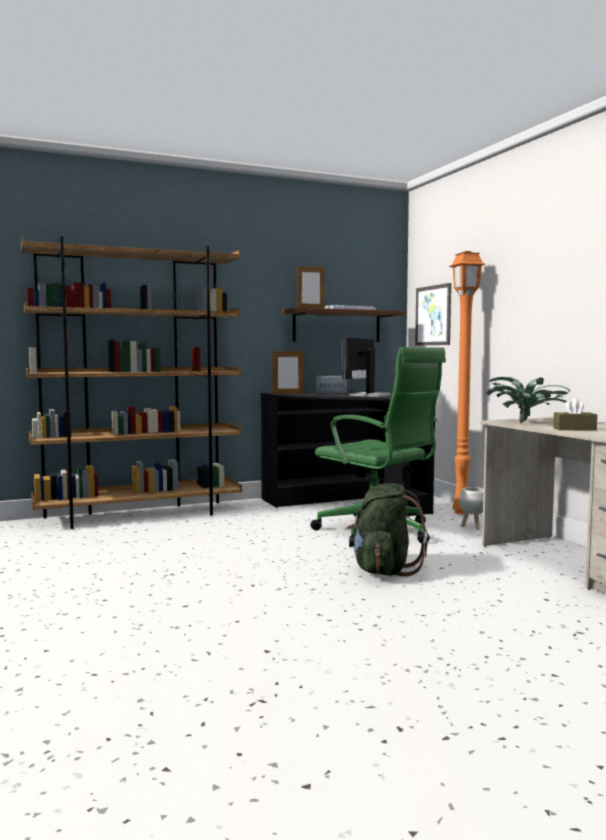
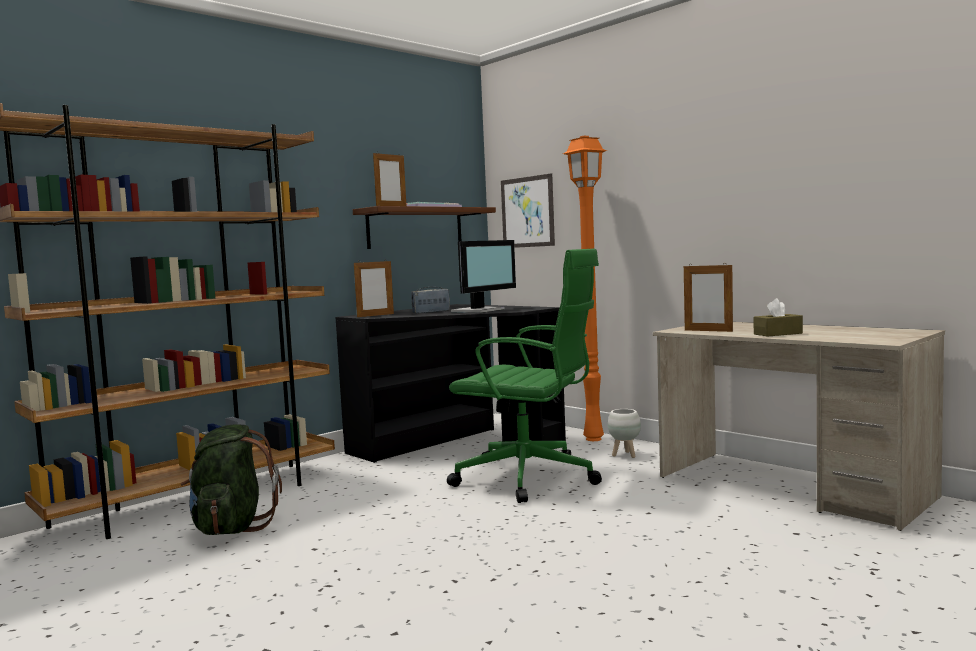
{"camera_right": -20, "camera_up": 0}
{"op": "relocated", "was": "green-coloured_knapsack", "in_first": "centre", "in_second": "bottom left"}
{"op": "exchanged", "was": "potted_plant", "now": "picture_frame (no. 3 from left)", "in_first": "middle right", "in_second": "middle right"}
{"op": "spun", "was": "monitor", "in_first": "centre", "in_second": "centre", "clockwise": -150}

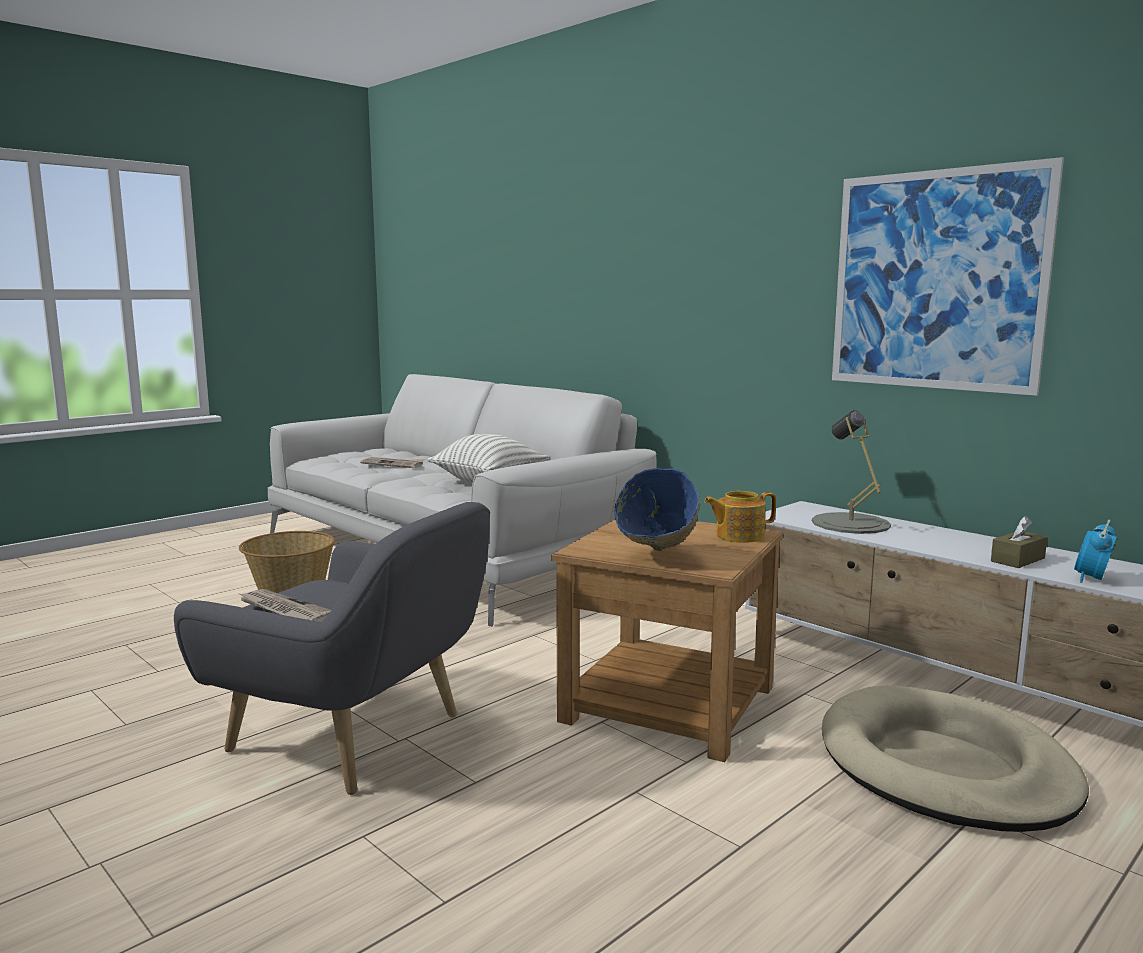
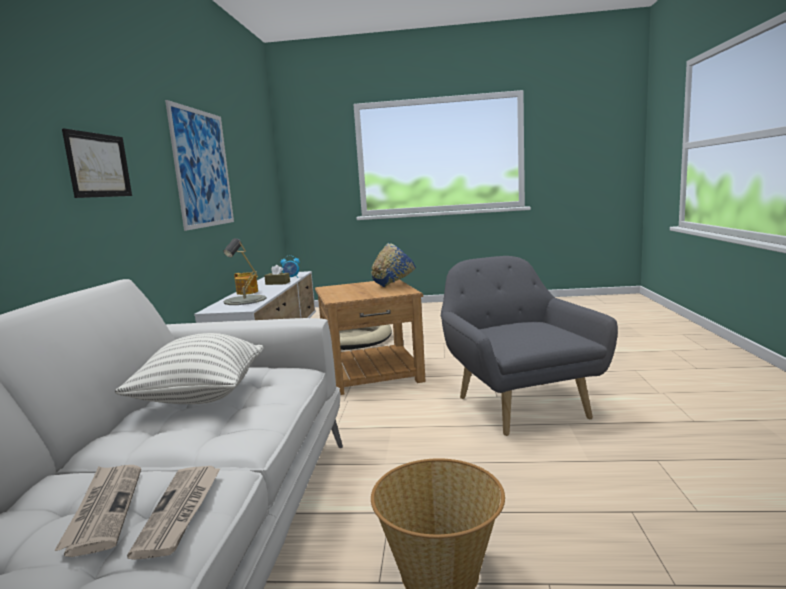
{"camera_right": -130, "camera_up": 0}
{"op": "appeared", "now": "wall_art (no. 1 from left)", "in_second": "top left"}
{"op": "relocated", "was": "daily_paper (no. 1 from left in the first image)", "now": "daily_paper (no. 2 from left)", "in_first": "middle left", "in_second": "bottom left"}
{"op": "relocated", "was": "pot_for_tea", "in_first": "centre", "in_second": "middle left"}

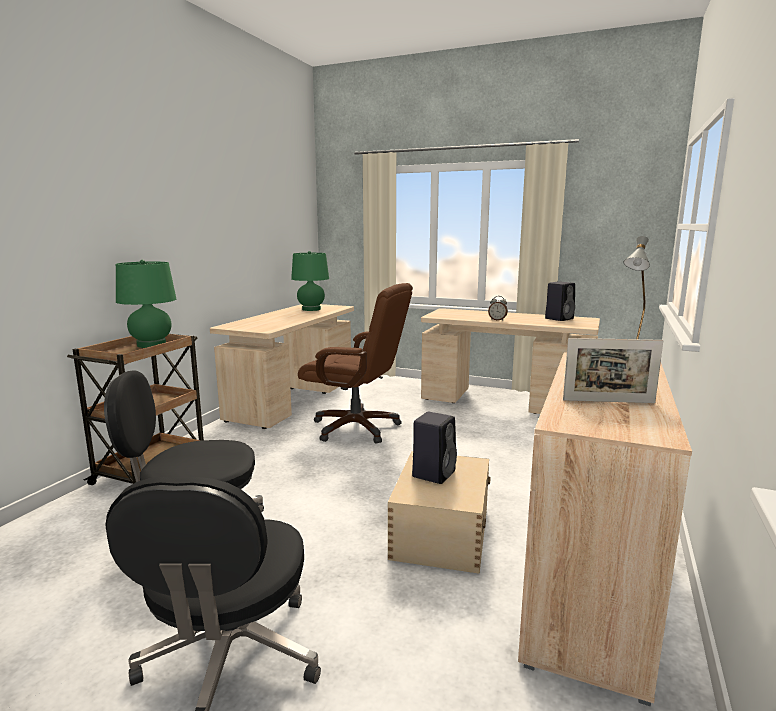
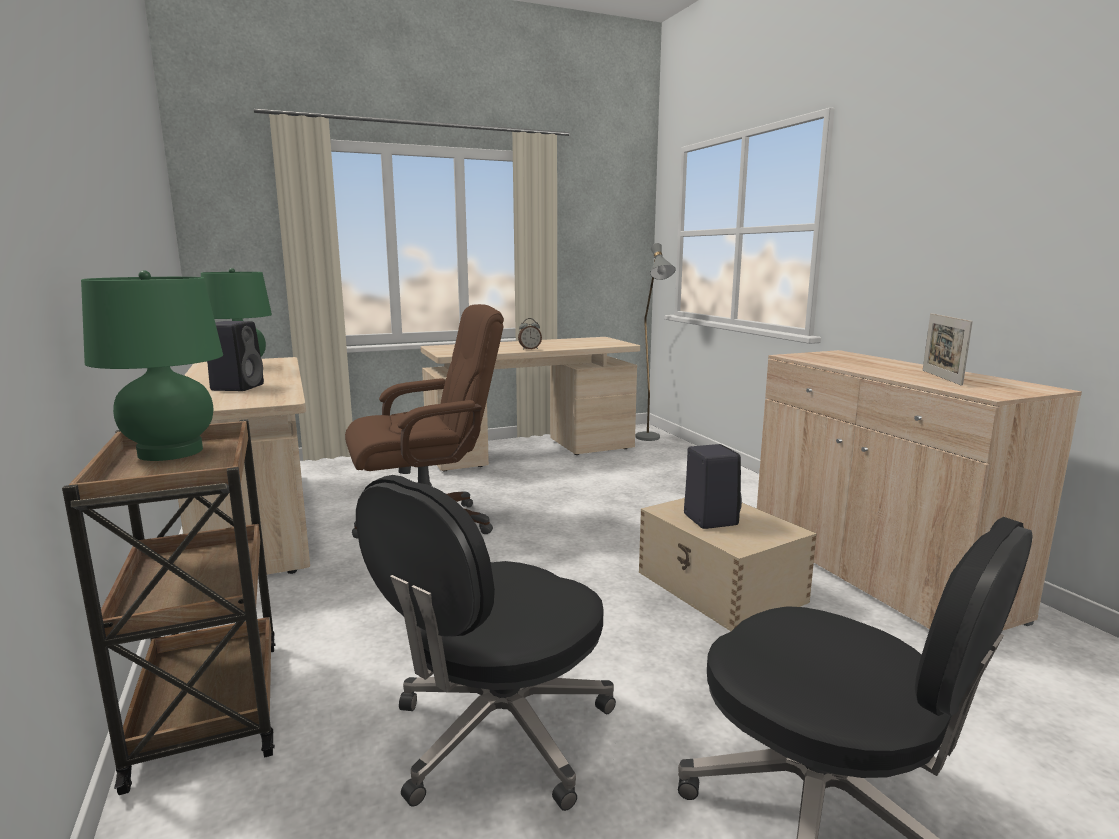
{"camera_right": -45, "camera_up": 0}
{"op": "relocated", "was": "black-coloured_audio_speaker (no. 2 from left in the first image)", "now": "black-coloured_audio_speaker (no. 1 from left)", "in_first": "middle right", "in_second": "middle left"}
{"op": "spun", "was": "picture_frame", "in_first": "middle right", "in_second": "middle right", "clockwise": 135}

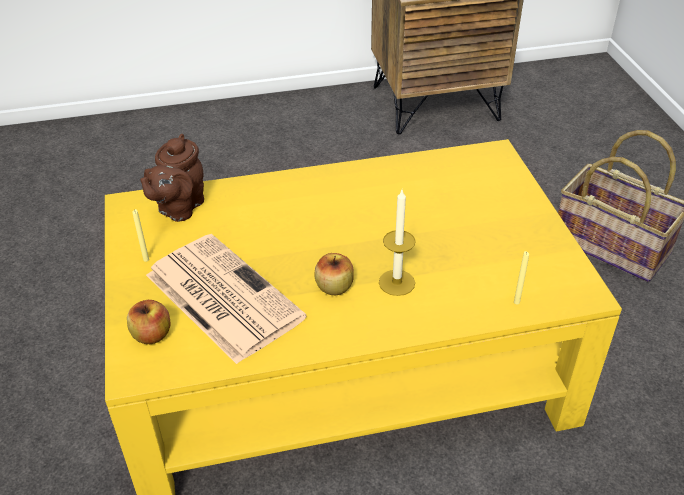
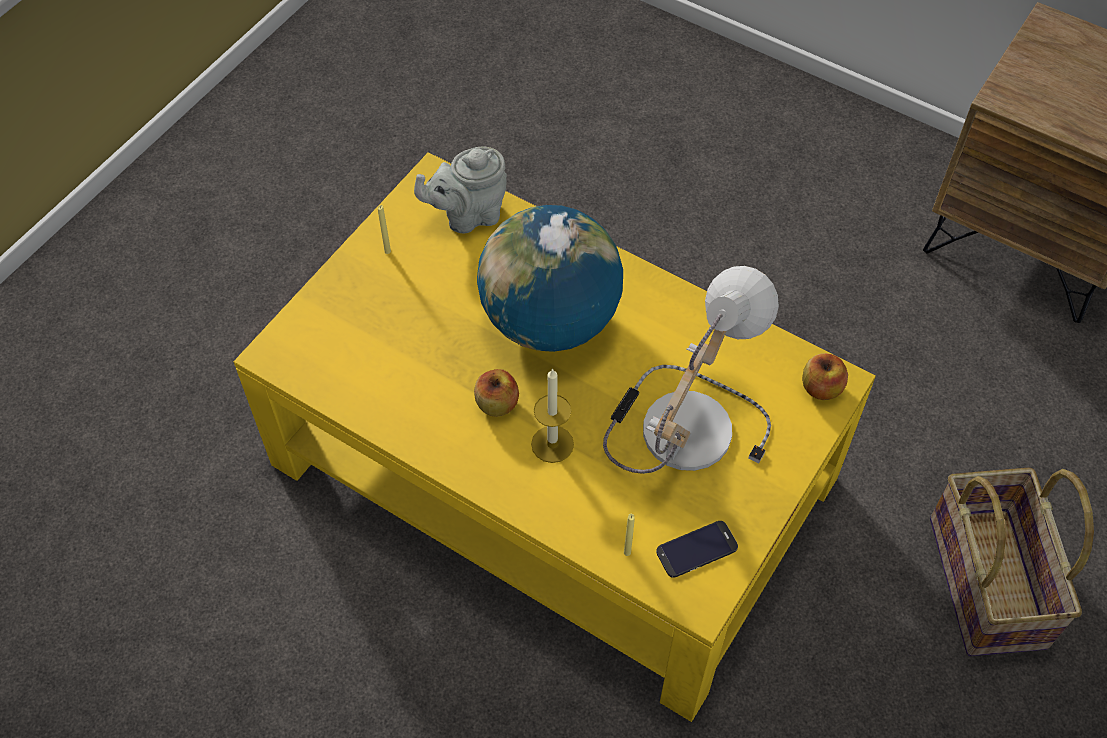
{"camera_right": 45, "camera_up": 15}
{"op": "missing", "was": "daily_paper", "in_first": "middle left"}
{"op": "appeared", "now": "globe", "in_second": "centre"}
{"op": "appeared", "now": "tabletop_lamp", "in_second": "centre"}
{"op": "appeared", "now": "phone", "in_second": "bottom centre"}
{"op": "relocated", "was": "apple_fruit (no. 1 from left in the first image)", "now": "apple_fruit (no. 2 from left)", "in_first": "middle left", "in_second": "middle right"}
{"op": "colour", "was": "brown-coloured_pot_for_tea", "now": "gray_pot_for_tea", "in_first": "middle left", "in_second": "top centre"}

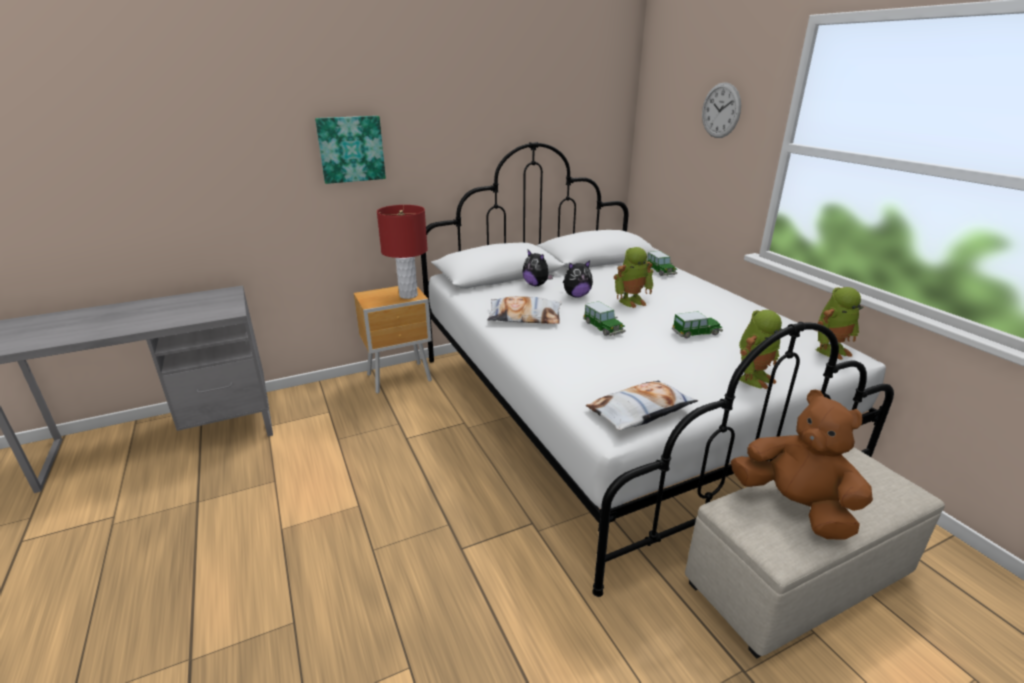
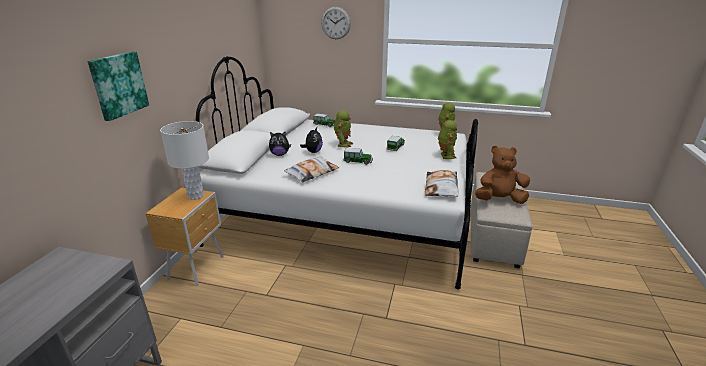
{"camera_right": -50, "camera_up": 0}
{"op": "colour", "was": "reddish_tabletop_lamp", "now": "white_tabletop_lamp", "in_first": "centre", "in_second": "middle left"}

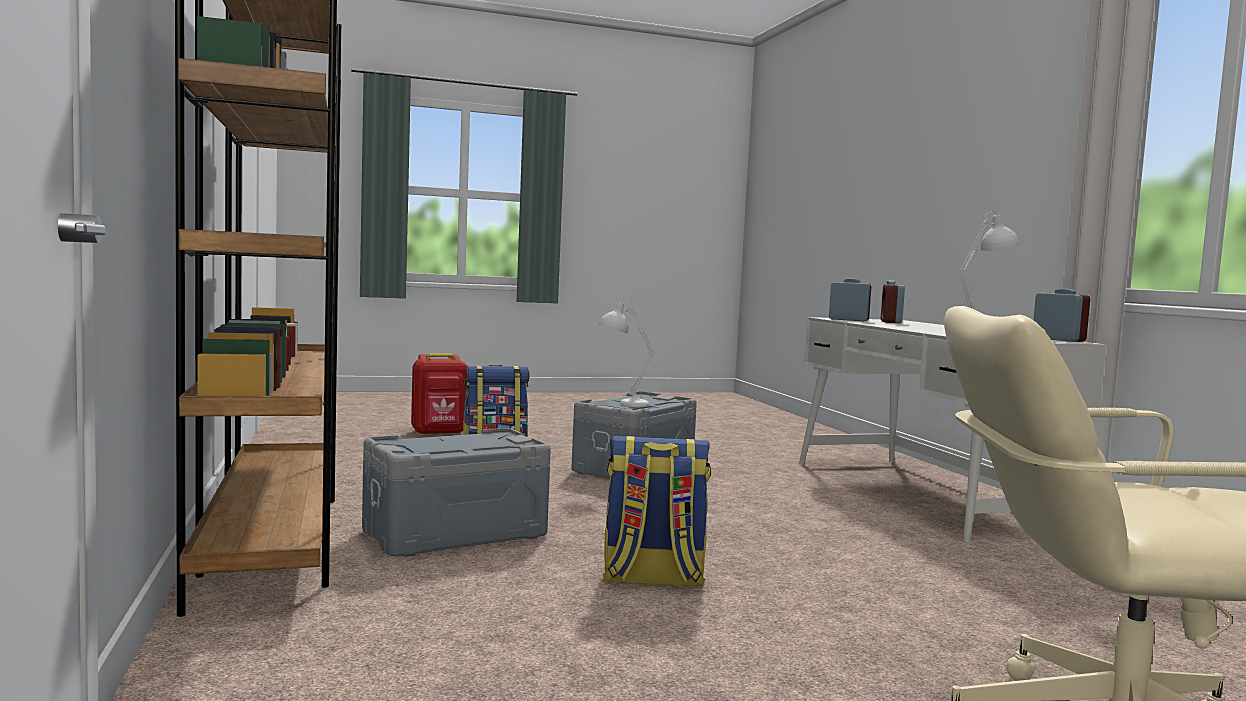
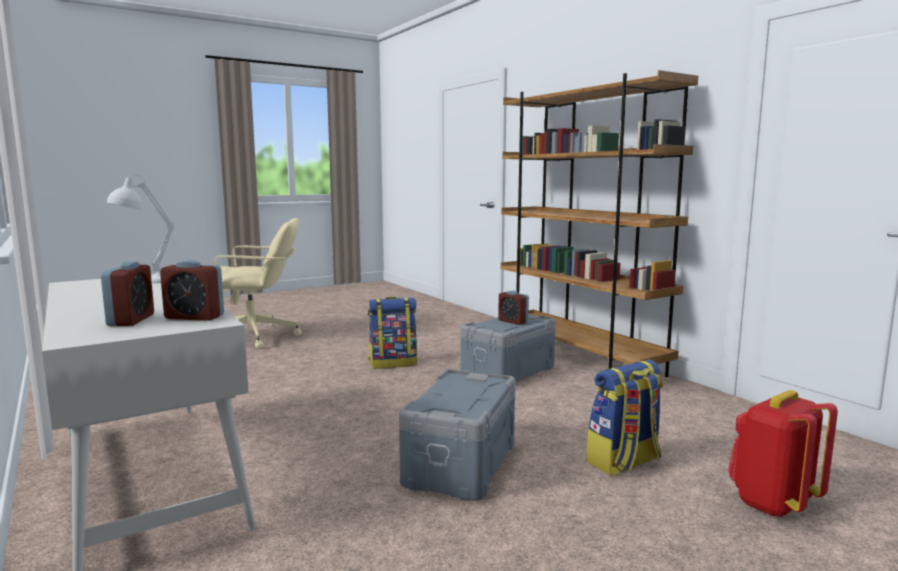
{"camera_right": 165, "camera_up": 5}
{"op": "missing", "was": "white_tabletop_lamp (no. 1 from left)", "in_first": "centre"}
{"op": "relocated", "was": "table_clock (no. 3 from left)", "in_first": "middle right", "in_second": "centre"}

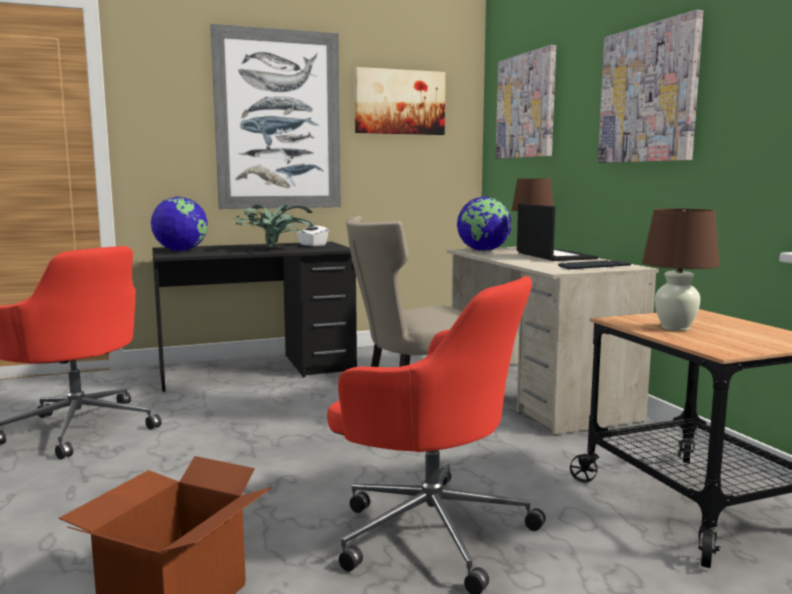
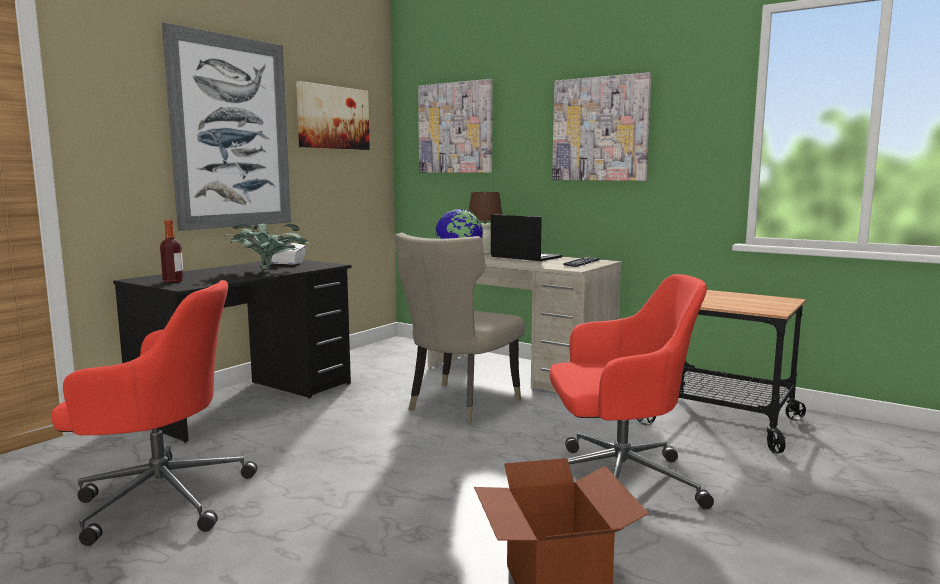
{"camera_right": -35, "camera_up": 0}
{"op": "missing", "was": "brown-coloured_tabletop_lamp (no. 2 from left)", "in_first": "middle right"}
{"op": "exchanged", "was": "globe (no. 1 from left)", "now": "bottle", "in_first": "middle left", "in_second": "middle left"}

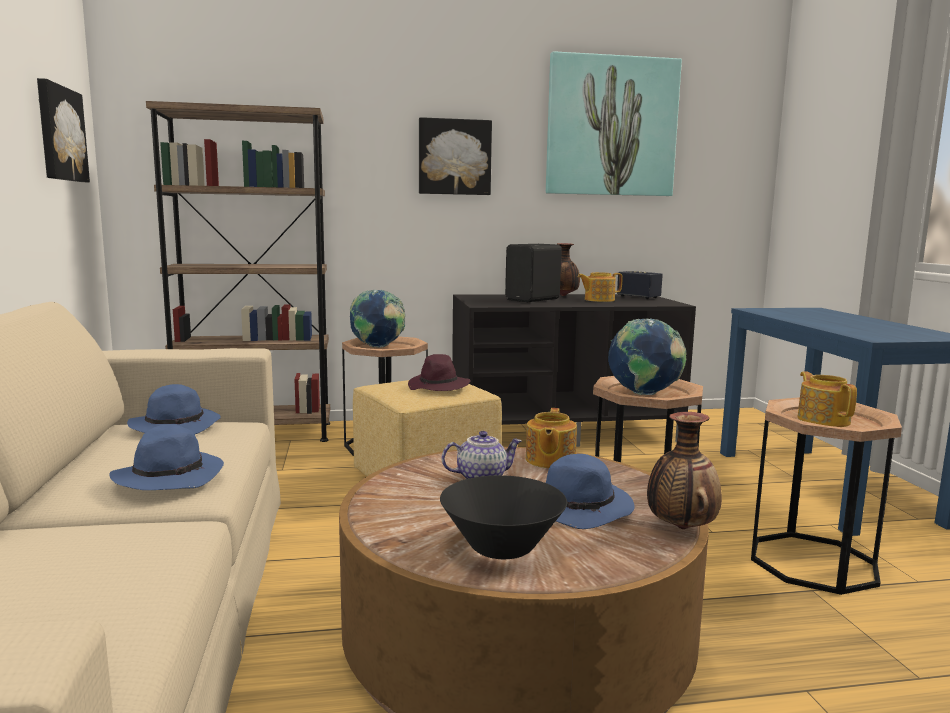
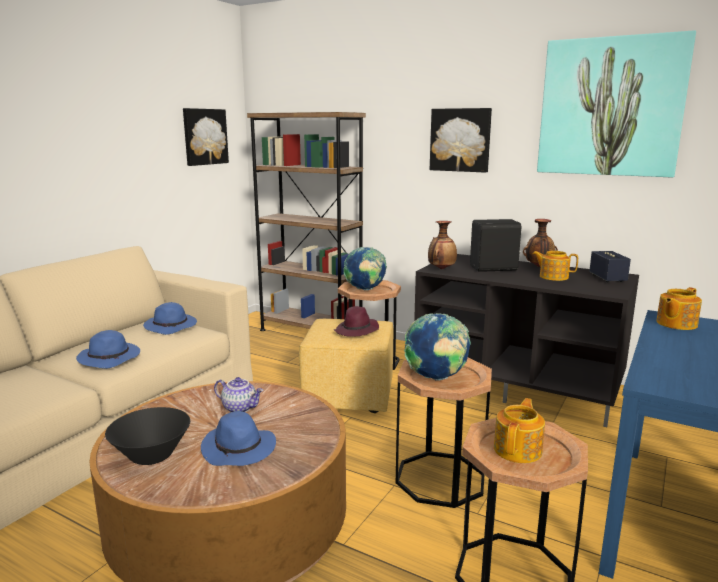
{"camera_right": 40, "camera_up": 5}
{"op": "relocated", "was": "pot_for_tea (no. 2 from left in the first image)", "now": "pot_for_tea (no. 4 from left)", "in_first": "centre", "in_second": "middle right"}
{"op": "relocated", "was": "vase (no. 2 from left in the first image)", "now": "vase (no. 1 from left)", "in_first": "middle right", "in_second": "centre"}

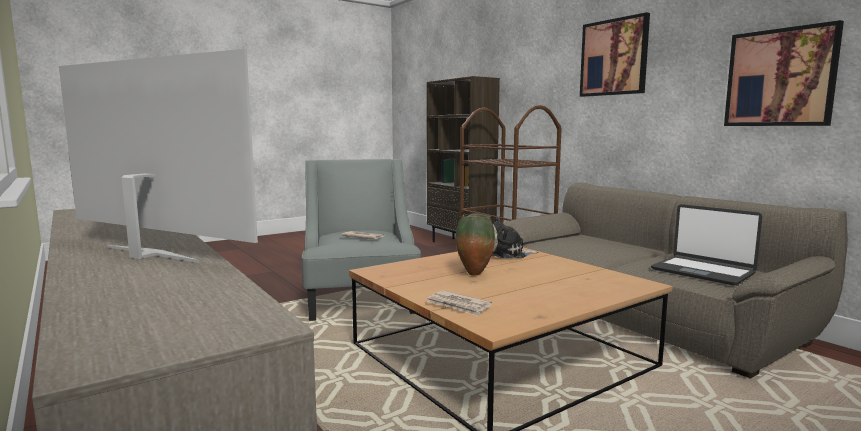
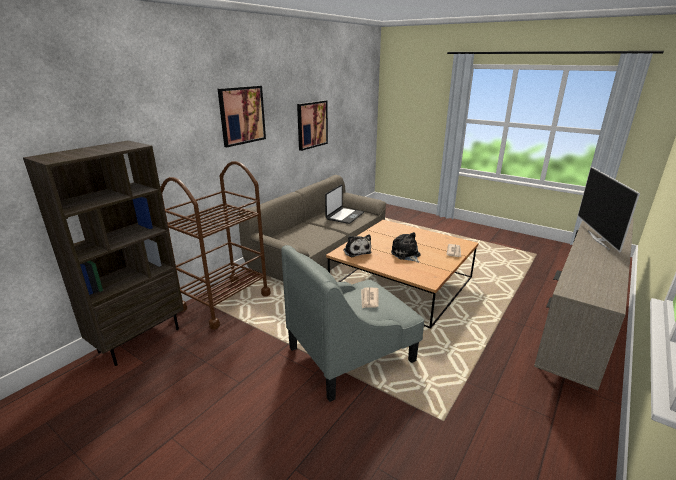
{"camera_right": -110, "camera_up": 15}
{"op": "exchanged", "was": "vase", "now": "cuddly_toy (no. 2 from left)", "in_first": "centre", "in_second": "centre"}

